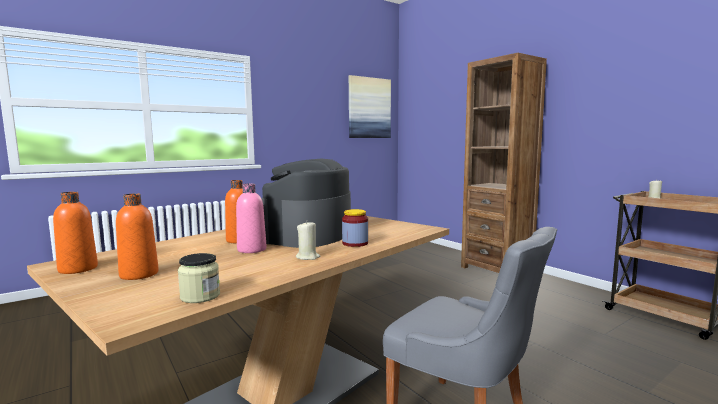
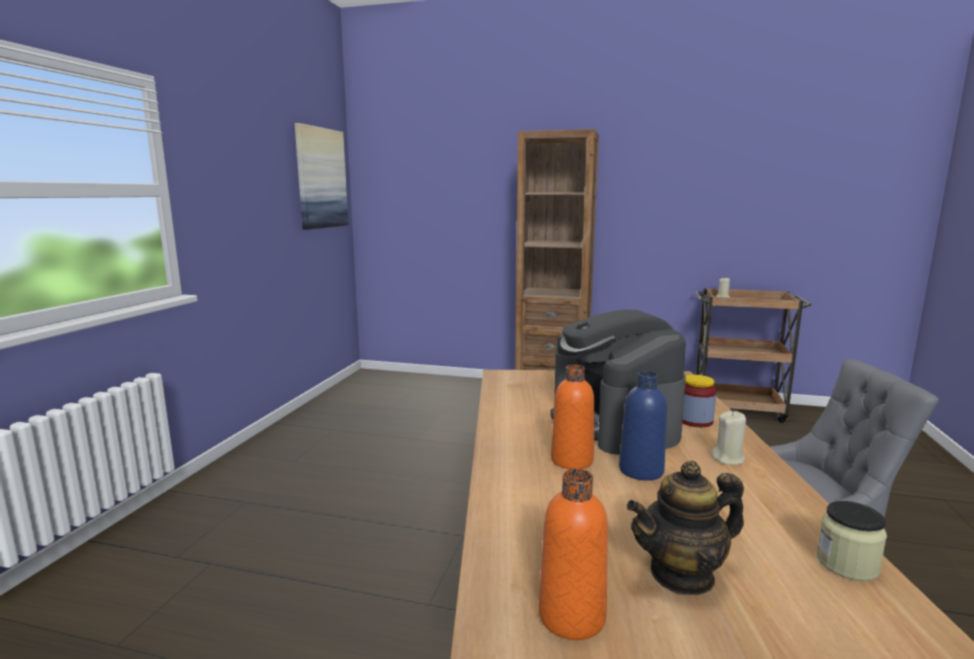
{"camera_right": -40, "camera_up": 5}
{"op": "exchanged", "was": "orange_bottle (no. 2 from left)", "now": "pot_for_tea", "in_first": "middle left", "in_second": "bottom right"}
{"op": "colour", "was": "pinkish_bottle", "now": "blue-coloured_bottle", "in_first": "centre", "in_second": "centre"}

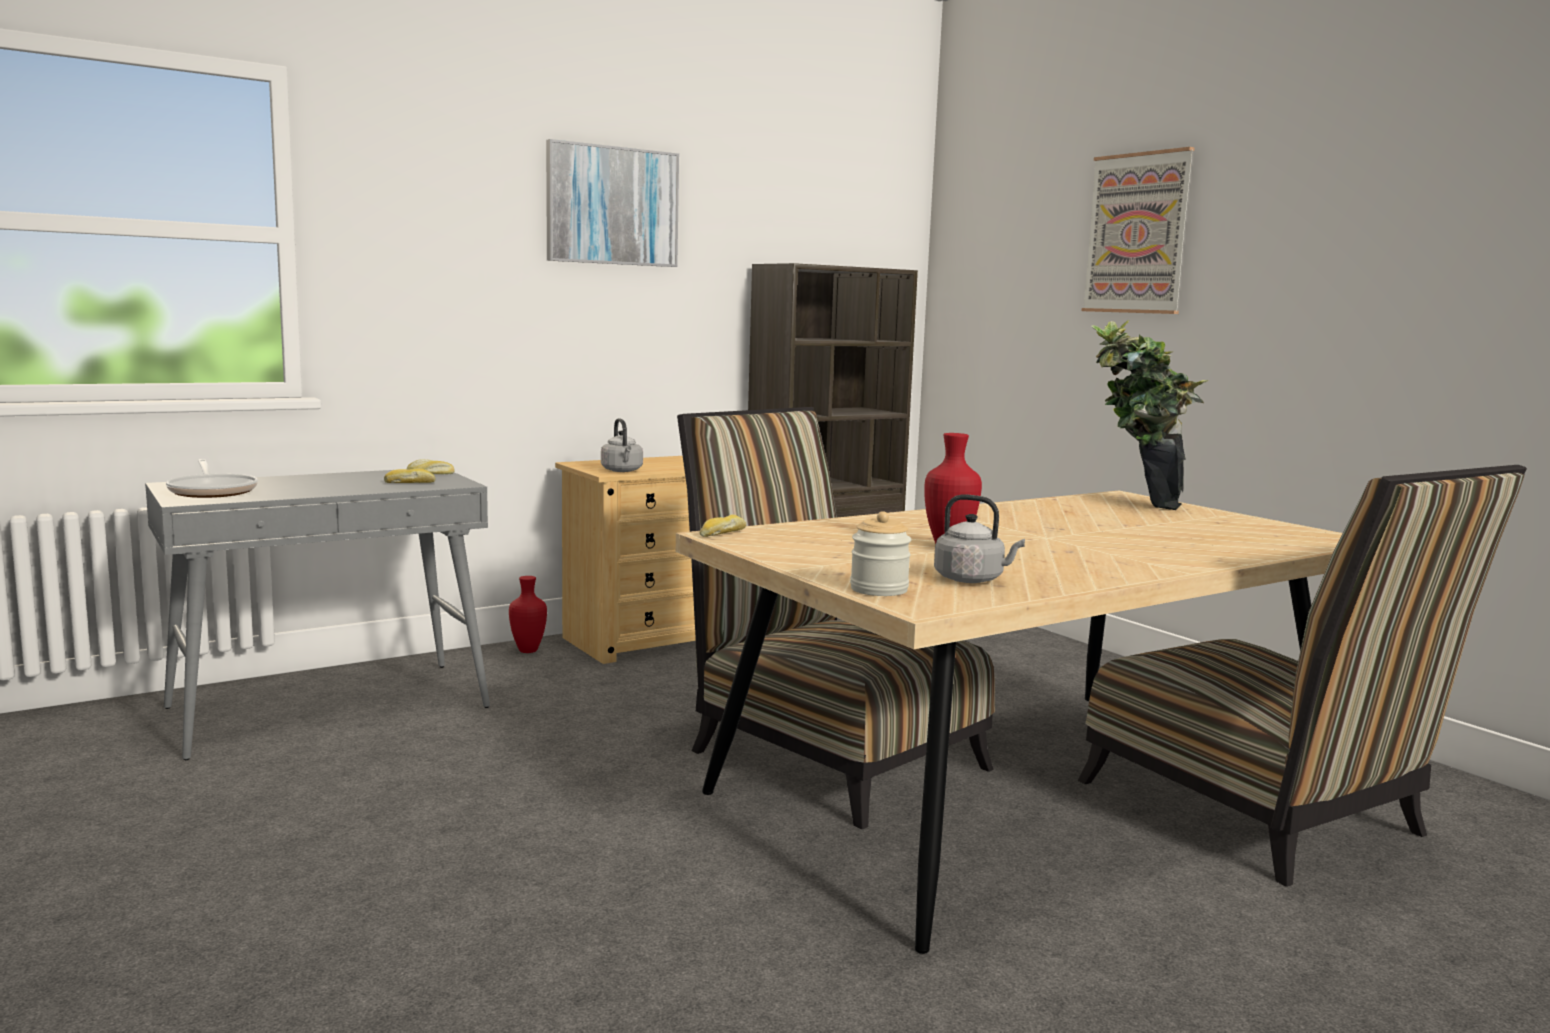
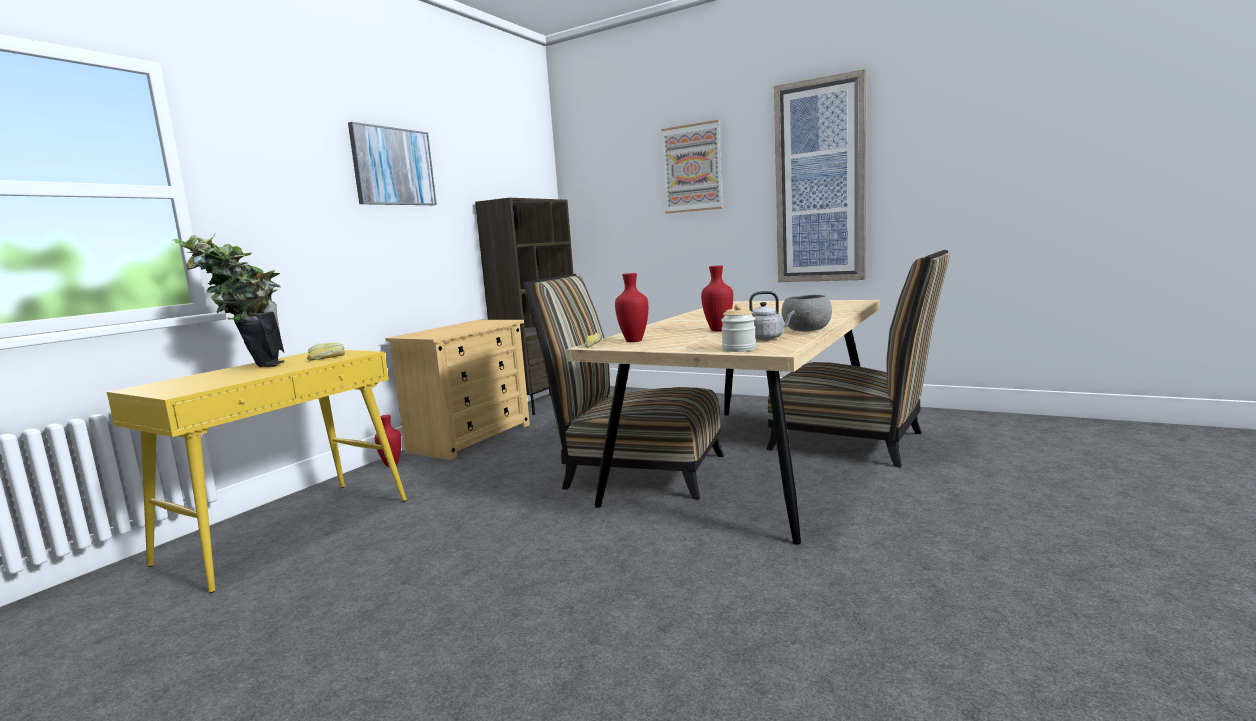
{"camera_right": -25, "camera_up": 0}
{"op": "missing", "was": "skillet", "in_first": "middle left"}
{"op": "missing", "was": "gray_water_kettle (no. 1 from left)", "in_first": "centre"}
{"op": "appeared", "now": "reddish_vase (no. 2 from left)", "in_second": "centre"}
{"op": "appeared", "now": "wall_art (no. 3 from left)", "in_second": "top centre"}
{"op": "appeared", "now": "gray_bowl", "in_second": "centre"}
{"op": "relocated", "was": "potted_plant", "in_first": "middle right", "in_second": "middle left"}
{"op": "colour", "was": "gray_hall_table", "now": "yellowish_hall_table", "in_first": "middle left", "in_second": "middle left"}

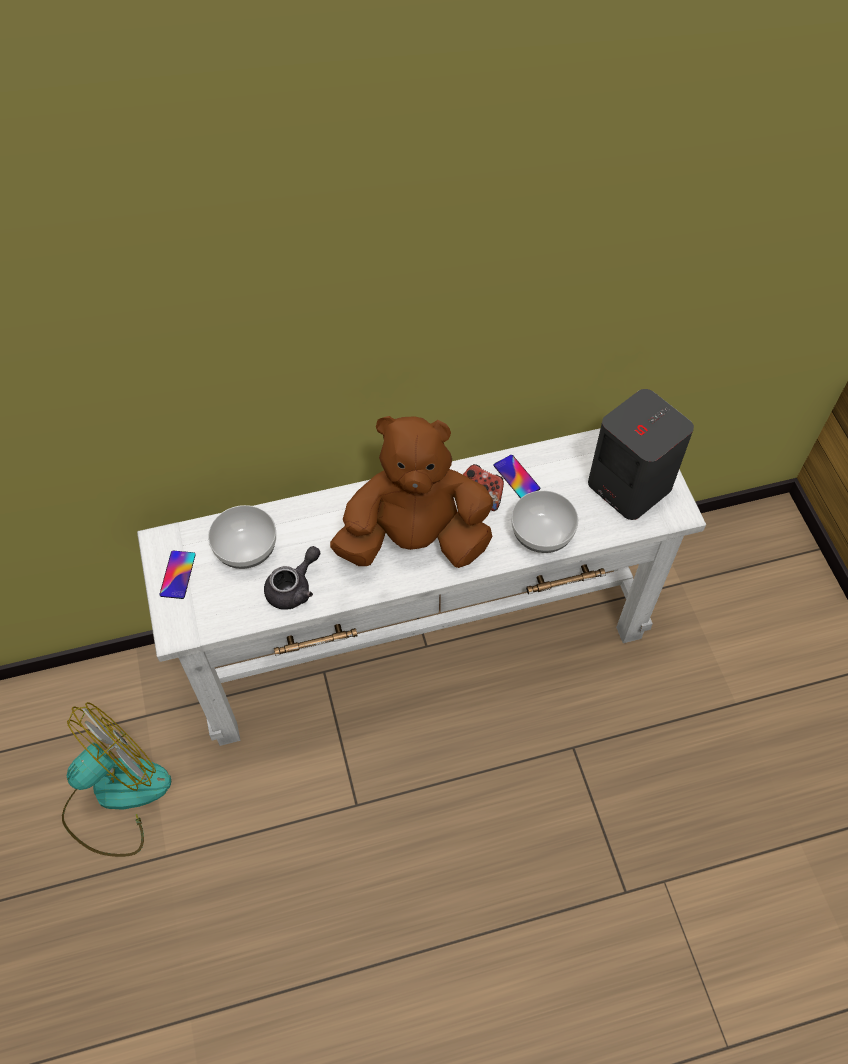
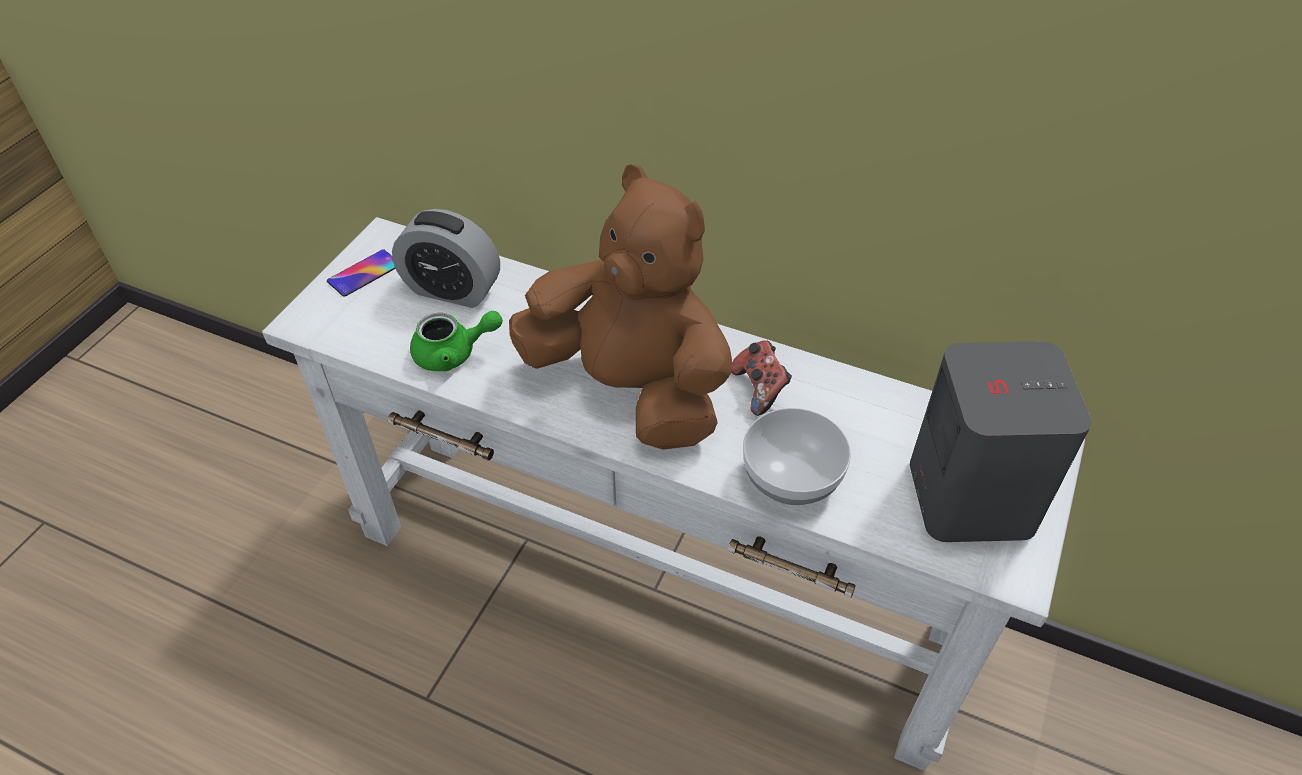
{"camera_right": 40, "camera_up": -10}
{"op": "missing", "was": "fan", "in_first": "bottom left"}
{"op": "missing", "was": "phone (no. 2 from left)", "in_first": "centre"}
{"op": "exchanged", "was": "bowl (no. 1 from left)", "now": "table_clock", "in_first": "middle left", "in_second": "top centre"}
{"op": "colour", "was": "gray_pot_for_tea", "now": "green-coloured_pot_for_tea", "in_first": "centre", "in_second": "centre"}

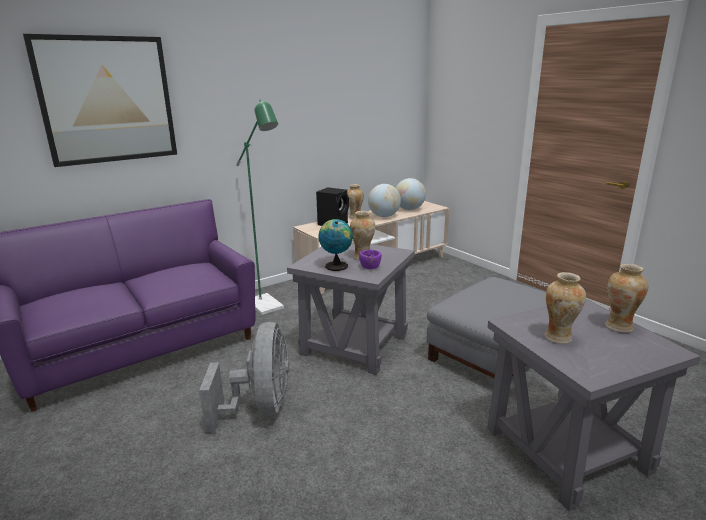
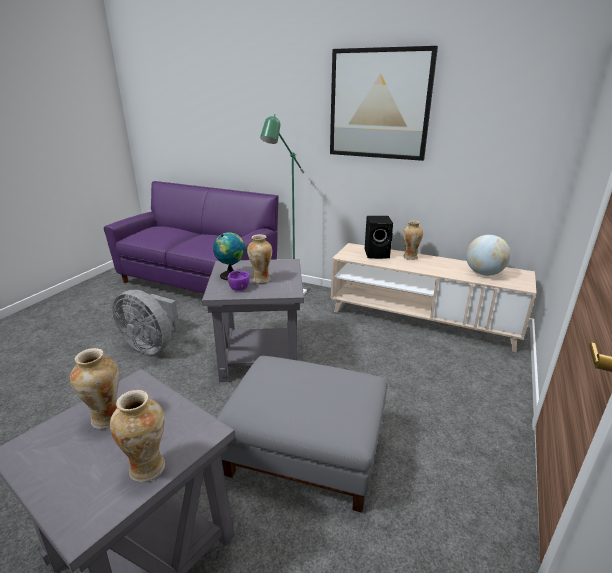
{"camera_right": 60, "camera_up": 5}
{"op": "missing", "was": "globe (no. 2 from left)", "in_first": "centre"}
{"op": "relocated", "was": "wall_art", "in_first": "top left", "in_second": "top centre"}
{"op": "spun", "was": "gray_fan", "in_first": "bottom centre", "in_second": "middle left", "clockwise": 60}

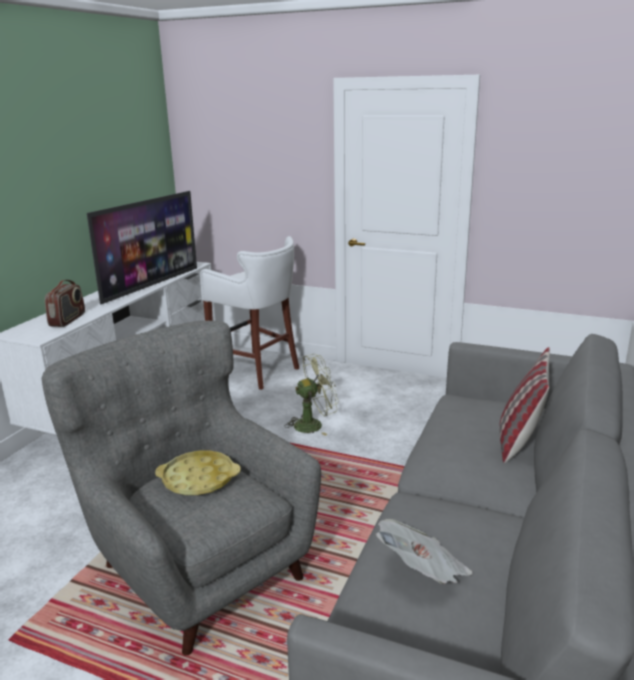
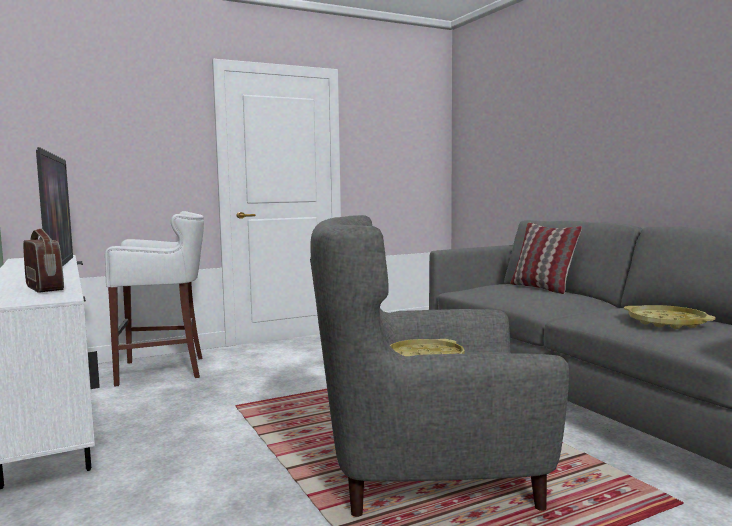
{"camera_right": -50, "camera_up": -15}
{"op": "missing", "was": "green-coloured_fan", "in_first": "centre"}
{"op": "exchanged", "was": "daily_paper", "now": "yellowish_serving_tray (no. 2 from left)", "in_first": "bottom right", "in_second": "middle right"}

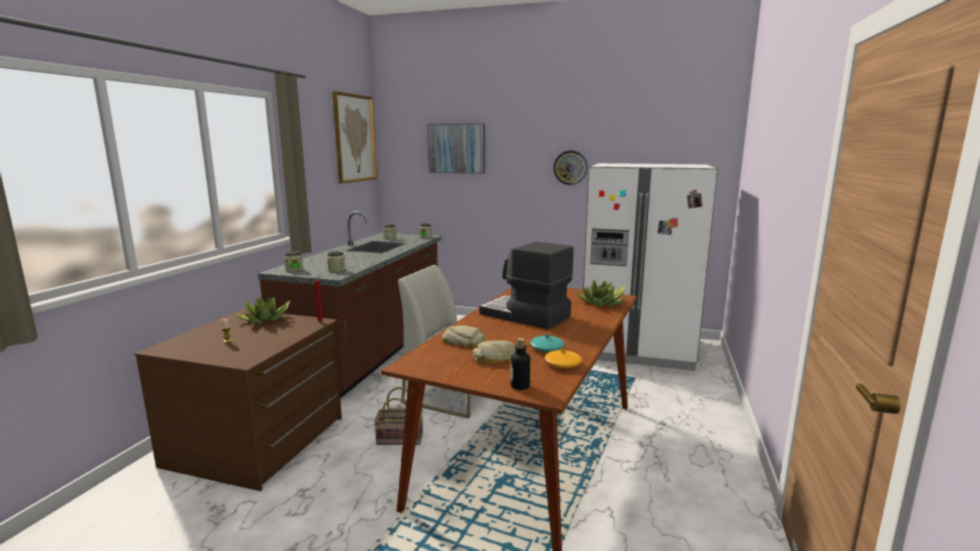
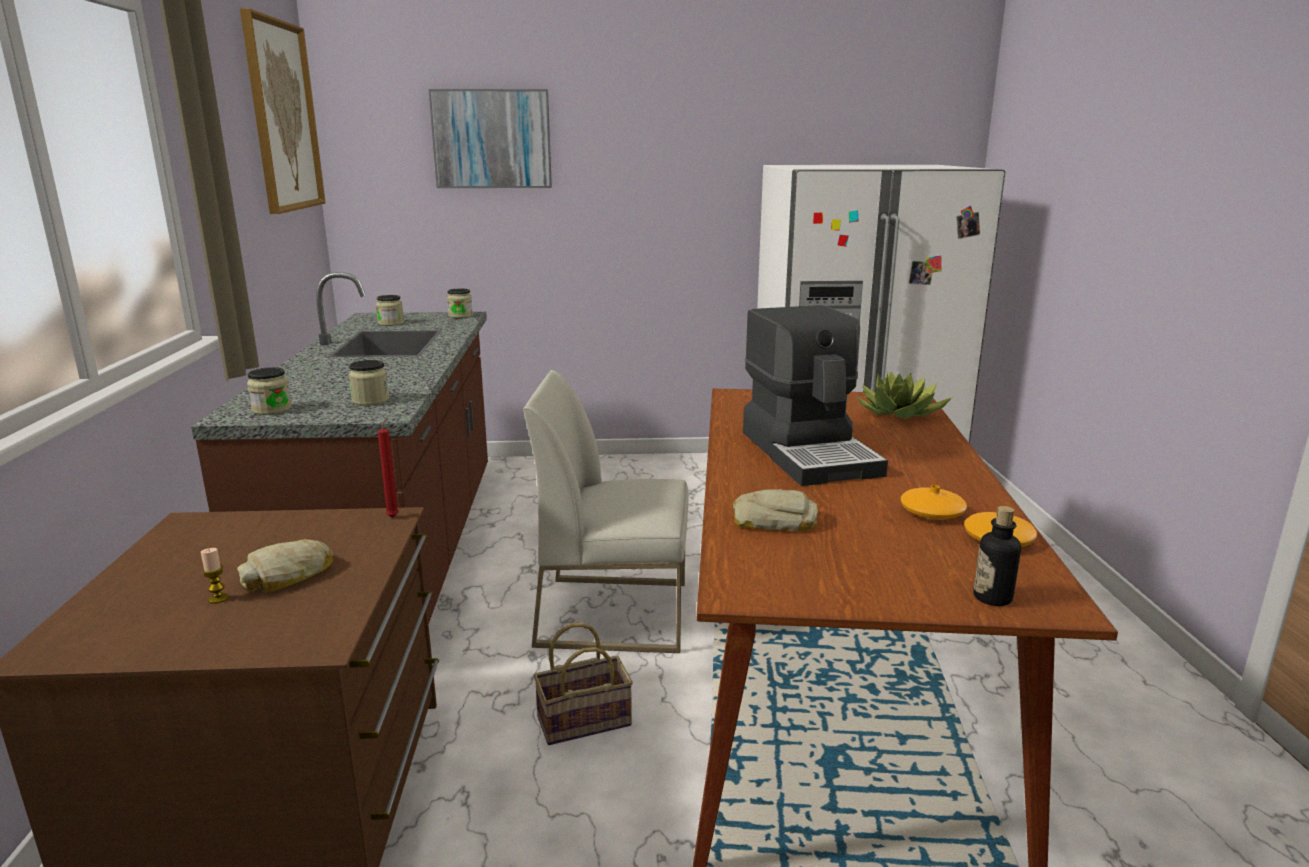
{"camera_right": -20, "camera_up": 5}
{"op": "missing", "was": "potted_plant (no. 1 from left)", "in_first": "middle left"}
{"op": "missing", "was": "wall_clock", "in_first": "top centre"}
{"op": "relocated", "was": "bread (no. 2 from left in the first image)", "now": "bread (no. 1 from left)", "in_first": "centre", "in_second": "middle left"}
{"op": "colour", "was": "turquoise-coloured_vase", "now": "orange_vase (no. 1 from left)", "in_first": "centre", "in_second": "middle right"}
{"op": "spun", "was": "coffee_machine", "in_first": "centre", "in_second": "centre", "clockwise": -120}

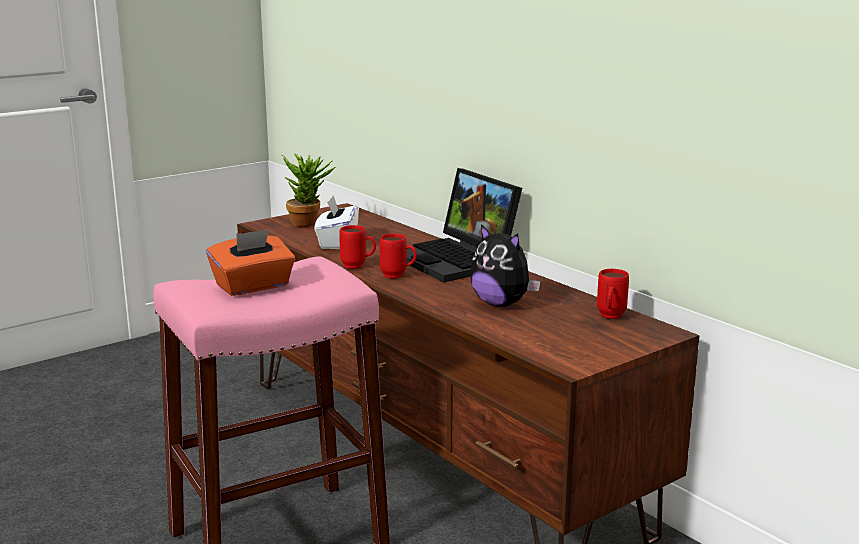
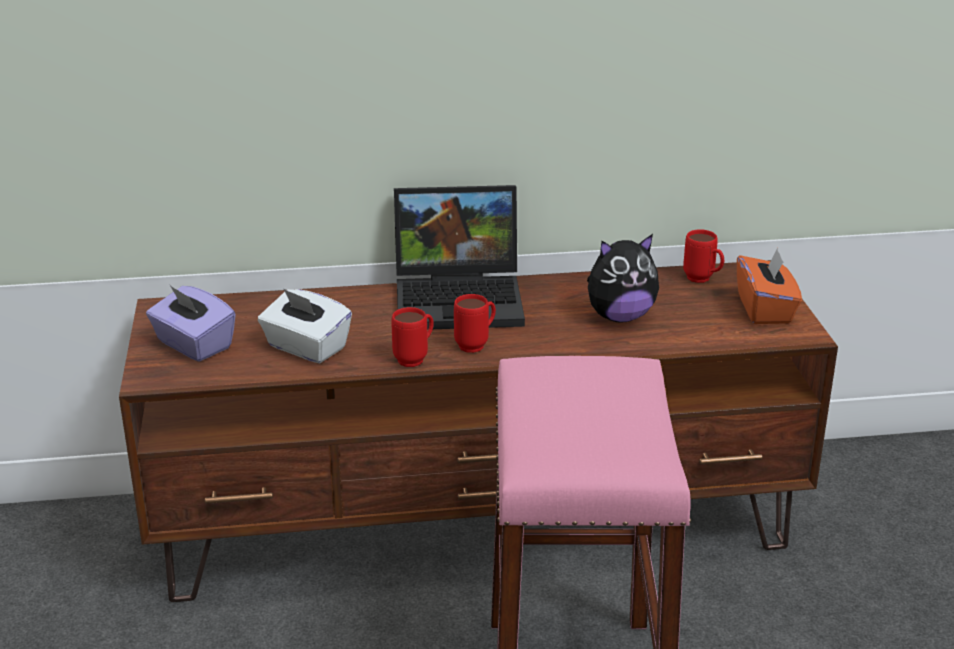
{"camera_right": -60, "camera_up": 10}
{"op": "relocated", "was": "orange_tissue_box", "in_first": "middle left", "in_second": "middle right"}
{"op": "exchanged", "was": "potted_plant", "now": "purple-coloured_tissue_box", "in_first": "centre", "in_second": "middle left"}

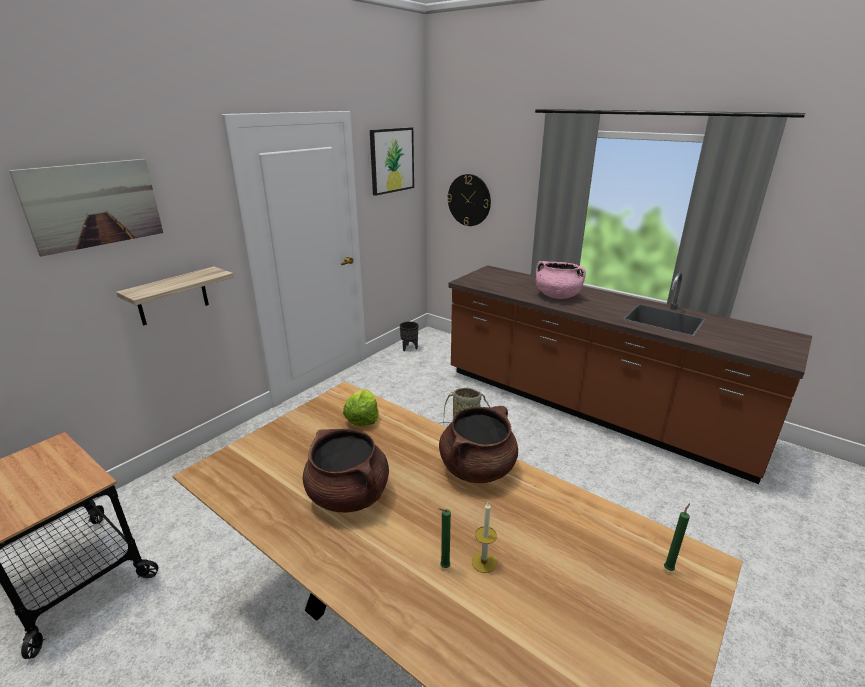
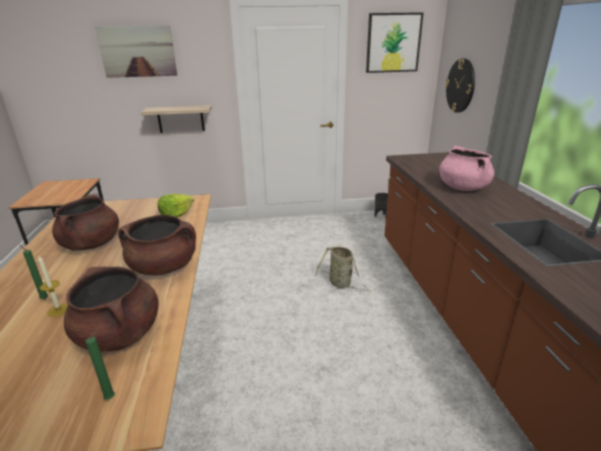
{"camera_right": 45, "camera_up": 0}
{"op": "appeared", "now": "brown-coloured_saucepot (no. 2 from left)", "in_second": "bottom left"}

